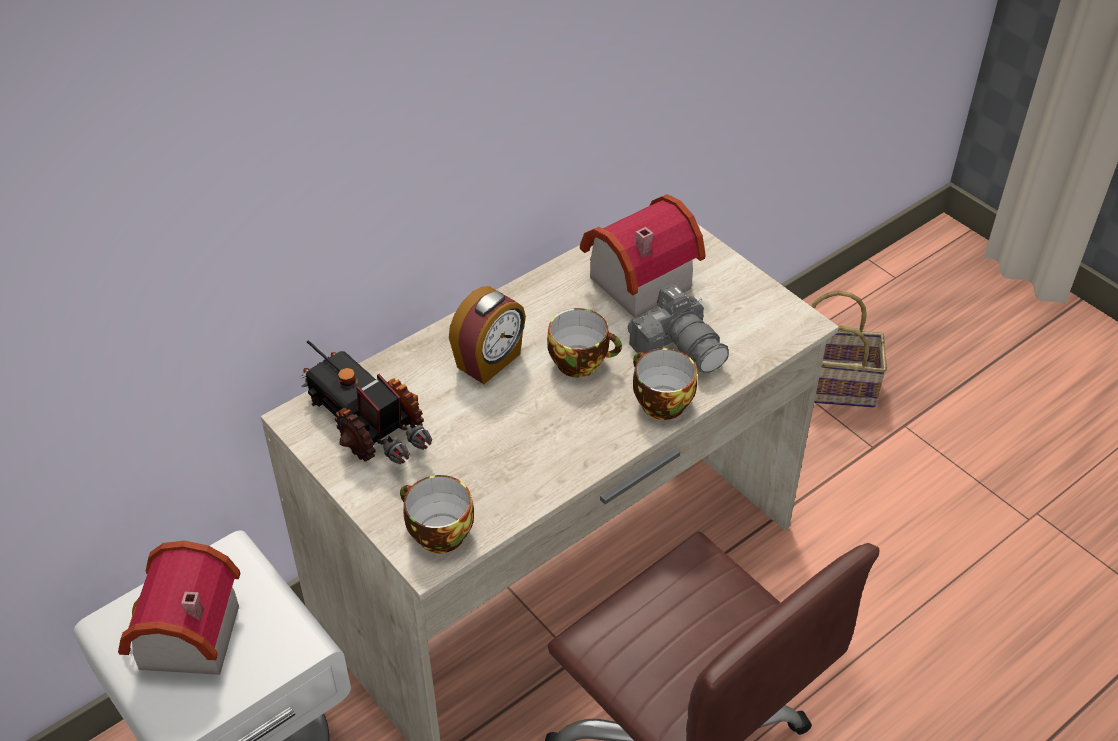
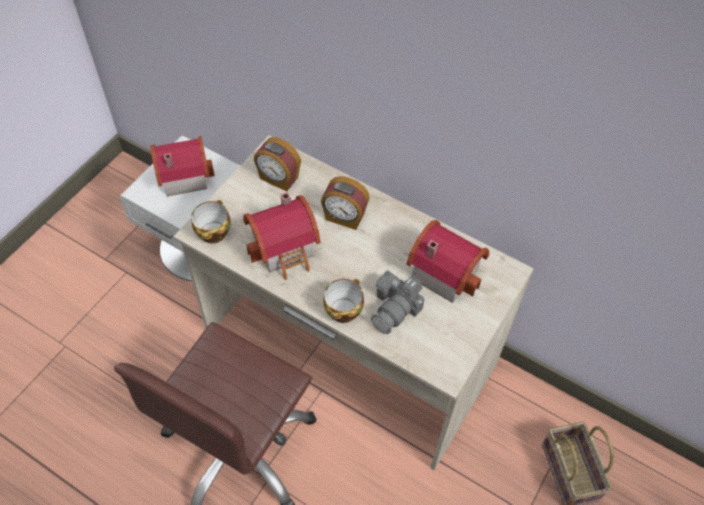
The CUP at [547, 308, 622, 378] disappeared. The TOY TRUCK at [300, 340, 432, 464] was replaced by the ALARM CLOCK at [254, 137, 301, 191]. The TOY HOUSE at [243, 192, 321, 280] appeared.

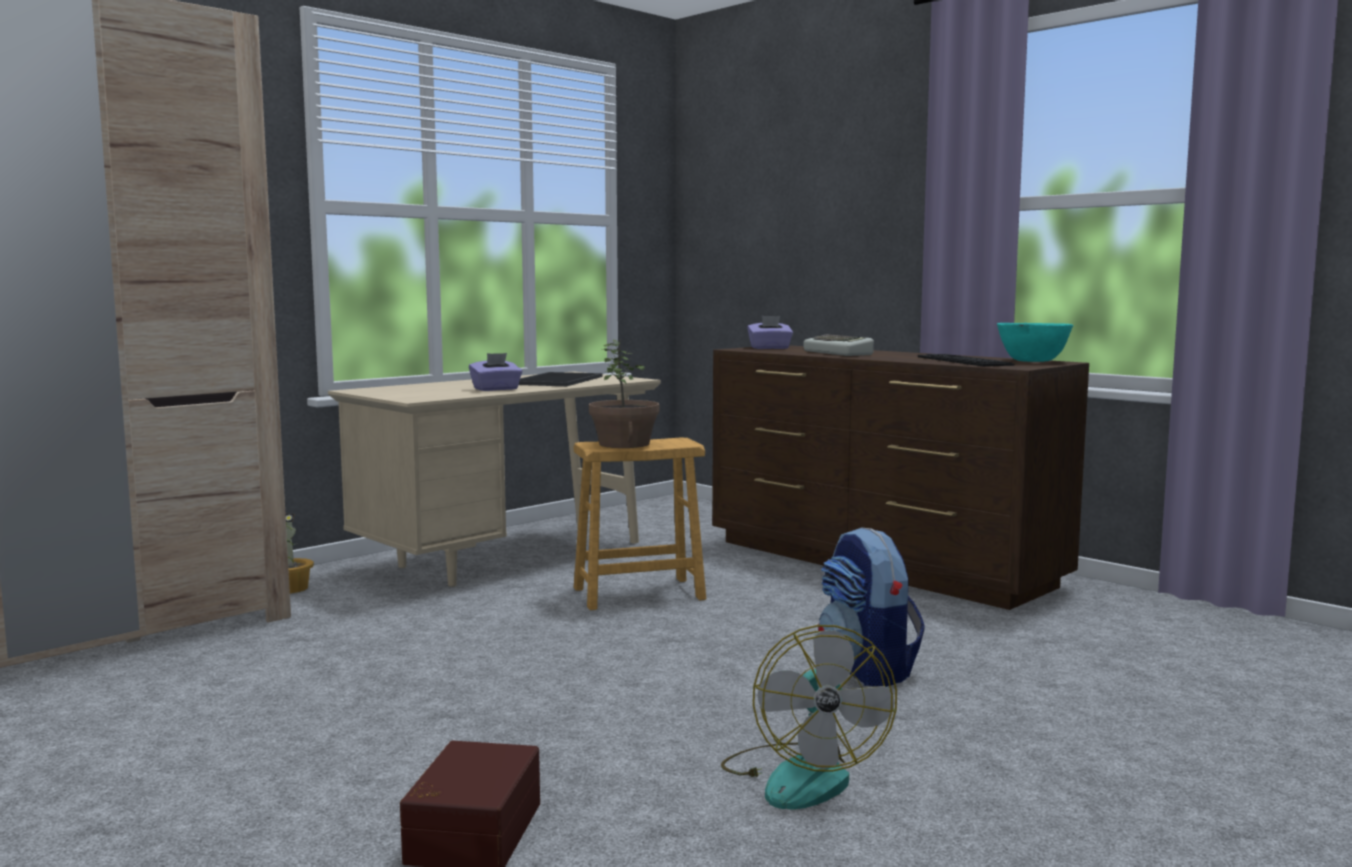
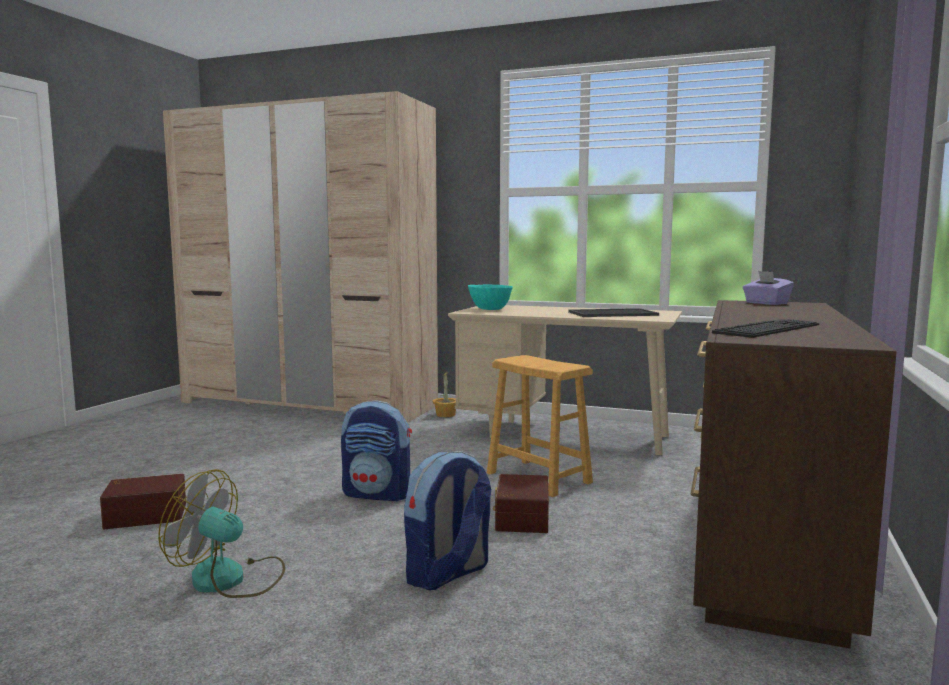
The TURQUOISE BOWL moved from [997, 323, 1073, 362] to [468, 285, 513, 310]. The KEYBOARD at [804, 334, 874, 356] disappeared. The POTTED PLANT at [589, 339, 660, 448] disappeared. The PURPLE TISSUE BOX at [469, 353, 522, 391] disappeared. The FAN at [721, 625, 897, 810] turned 45 degrees clockwise. The BACKPACK at [341, 400, 412, 502] appeared. The BROWN STORAGE BOX at [493, 474, 549, 533] appeared.

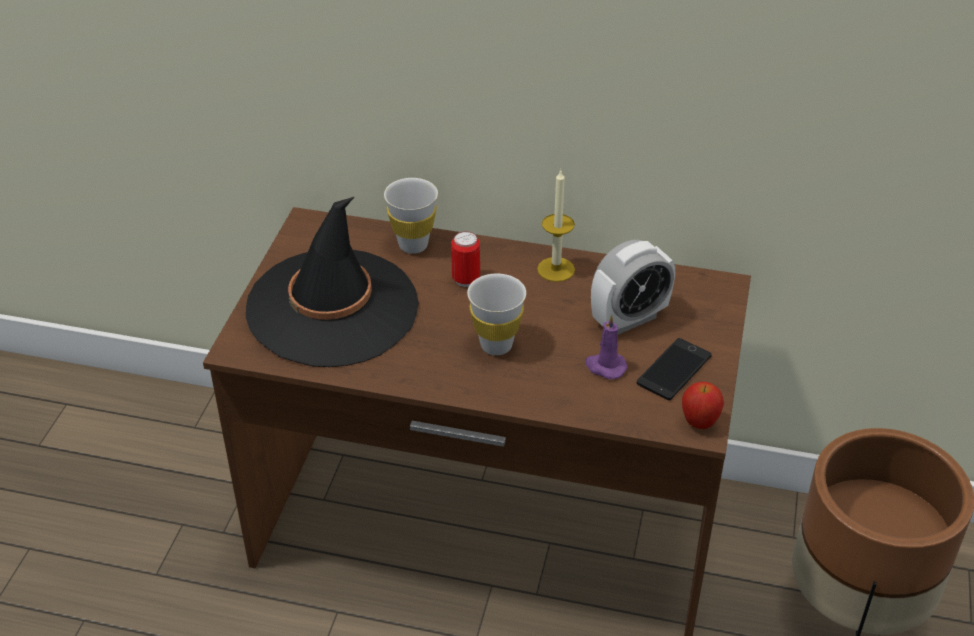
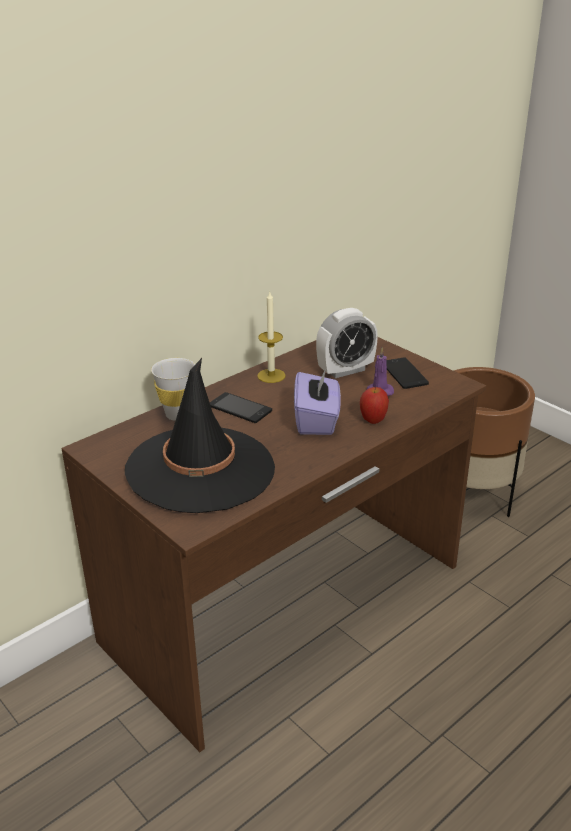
The CAN at [451, 231, 480, 287] was replaced by the PHONE at [210, 392, 272, 423]. The ALARM CLOCK at [591, 240, 675, 335] turned 60 degrees clockwise. The WHITE CUP at [467, 273, 526, 355] was replaced by the PURPLE TISSUE BOX at [294, 368, 341, 435]. The APPLE moved from [682, 382, 724, 429] to [360, 387, 389, 424].

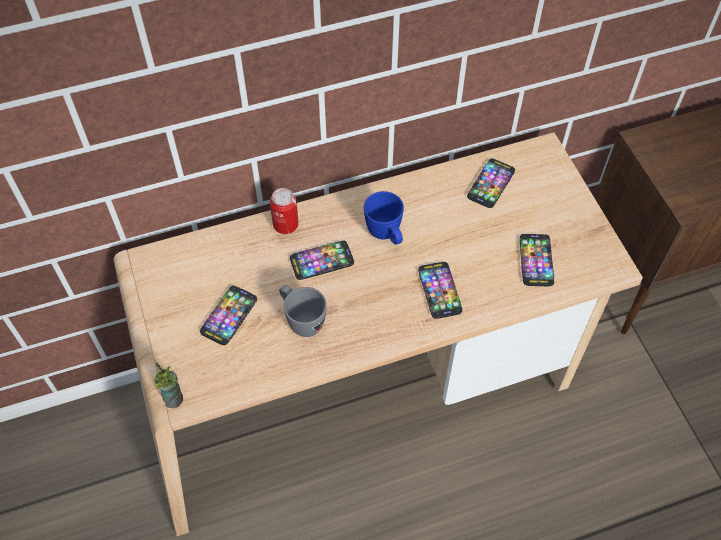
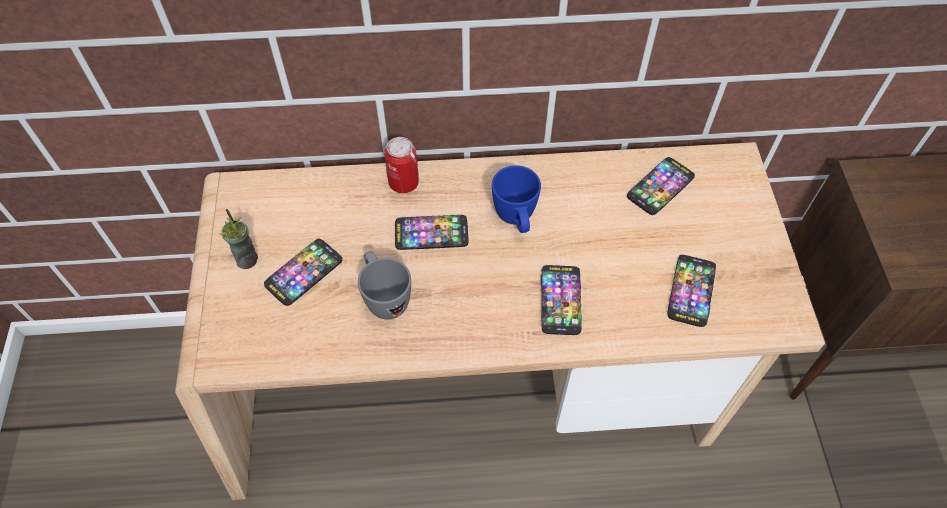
The CUP moved from [154, 362, 183, 408] to [219, 209, 258, 269].

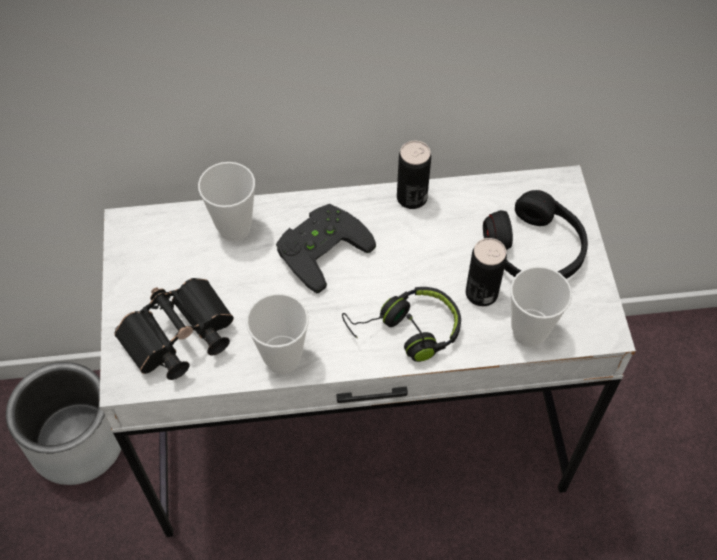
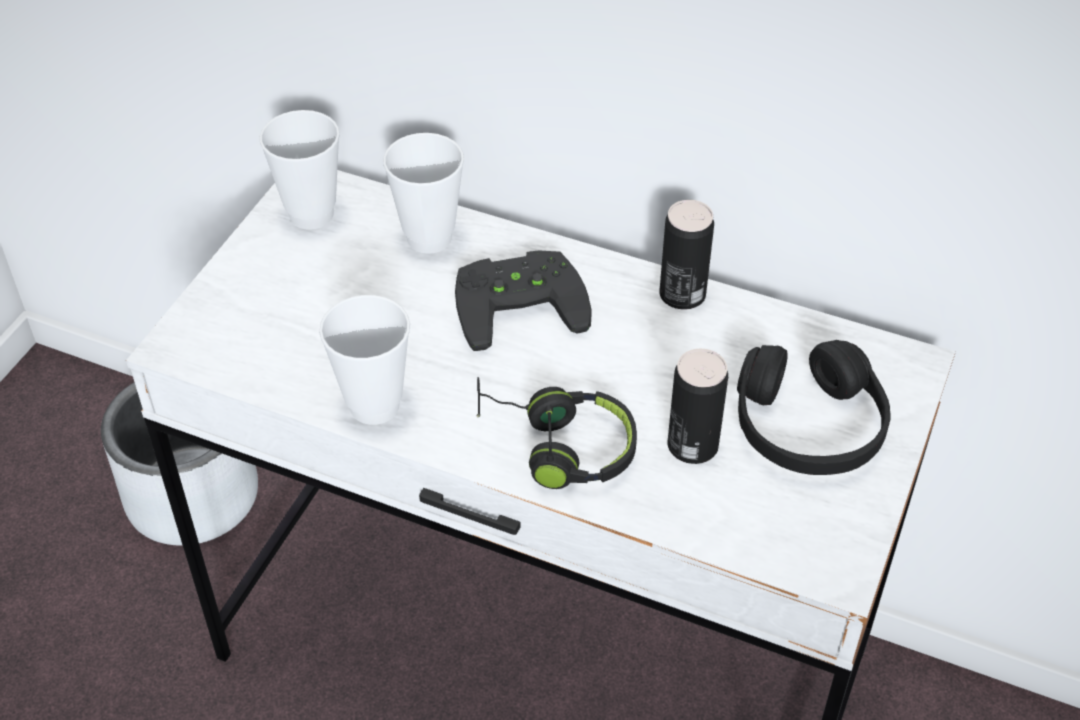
The CUP moved from [510, 266, 572, 347] to [260, 110, 340, 230]. The BLACK BINOCULARS at [114, 278, 234, 380] disappeared.

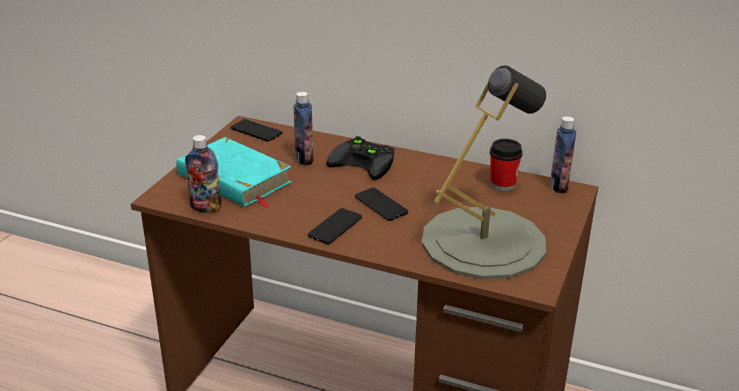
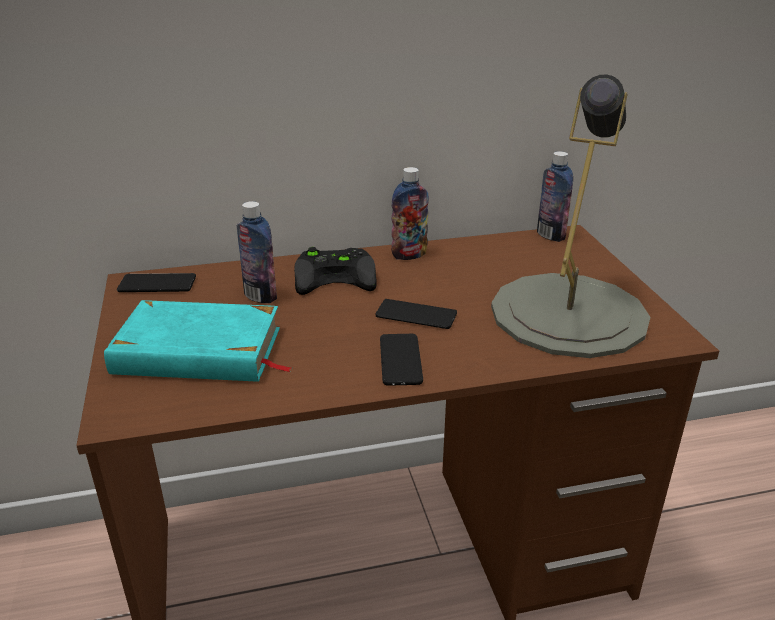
The BOTTLE moved from [185, 135, 222, 213] to [391, 167, 429, 260]. The CUP at [490, 139, 523, 191] disappeared.

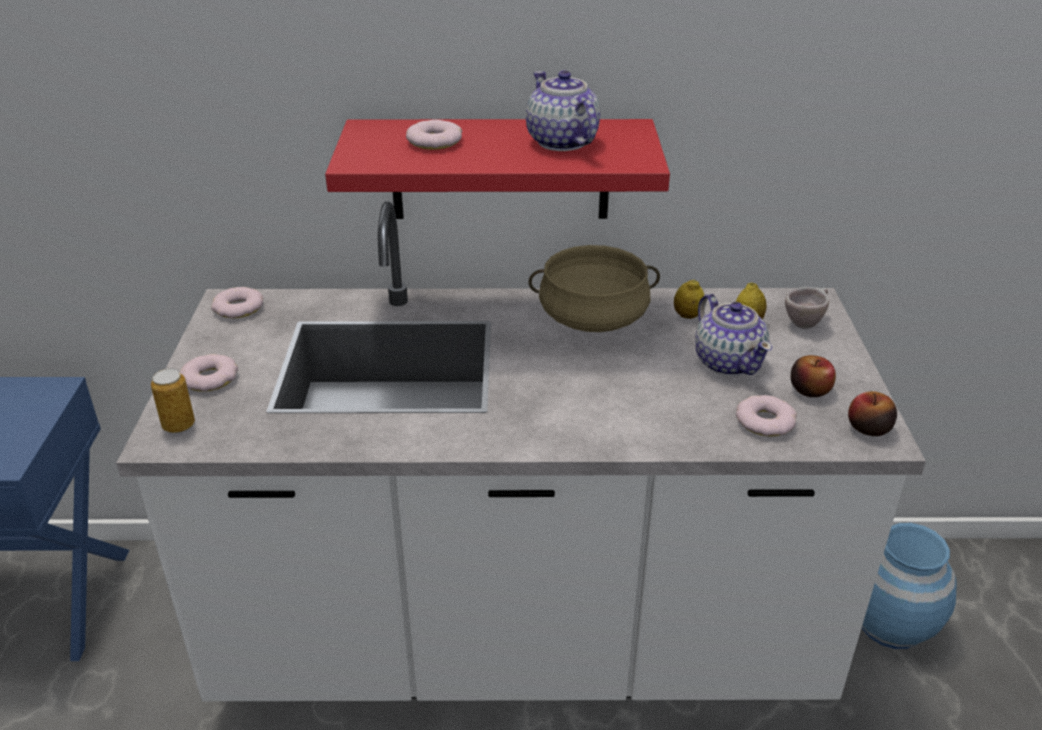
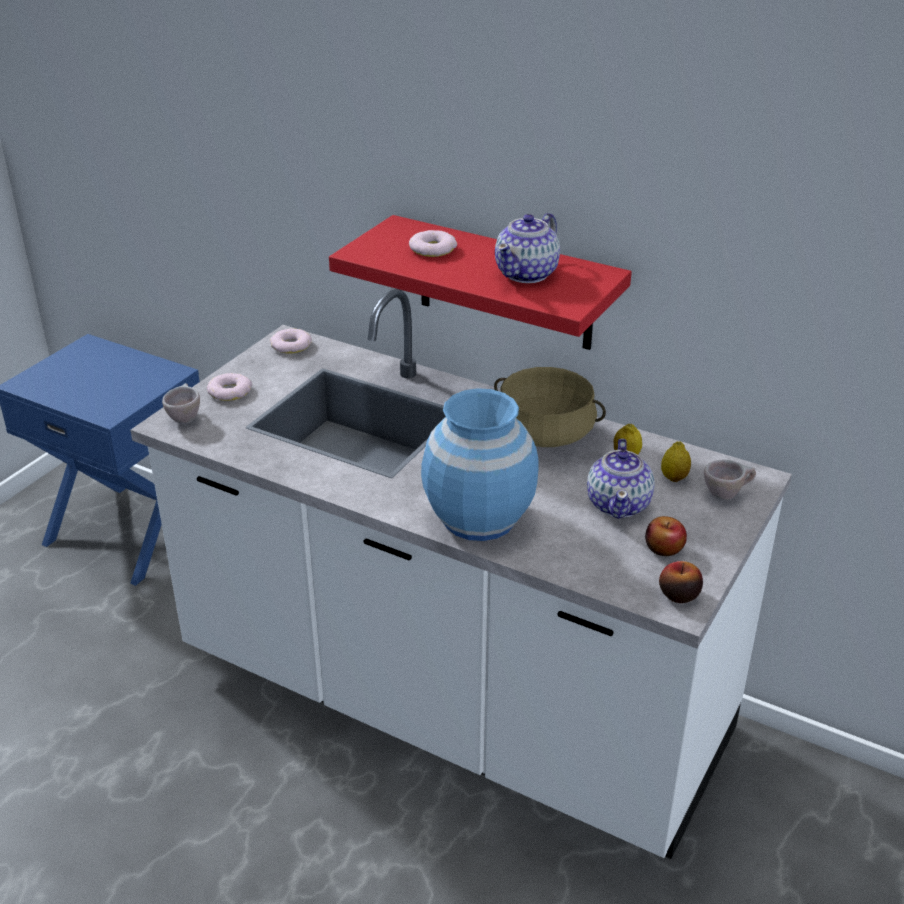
The TEAPOT at [526, 70, 600, 151] turned 150 degrees counterclockwise. The CAN at [151, 368, 195, 433] was replaced by the BEIGE CUP at [162, 383, 200, 424]. The DONUT at [736, 395, 797, 436] disappeared. The BLUE VASE moved from [862, 523, 957, 649] to [421, 388, 538, 541].

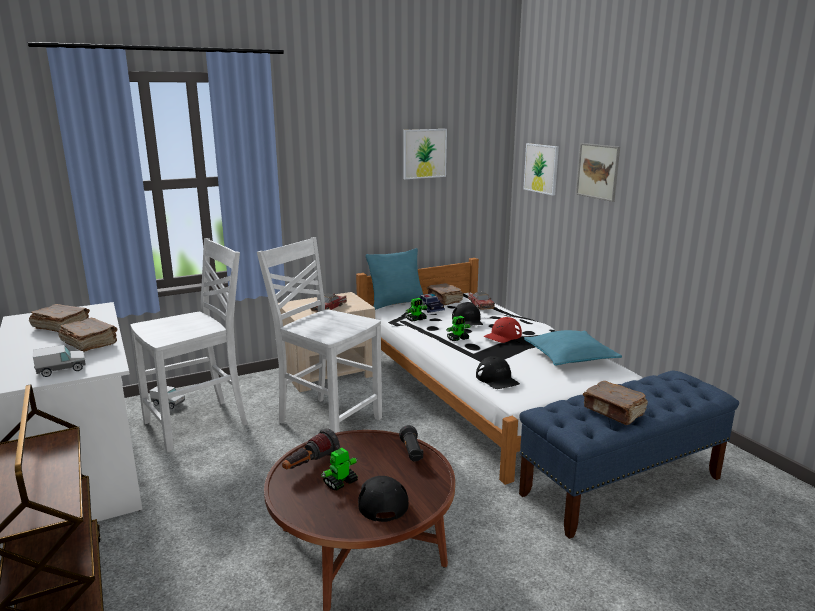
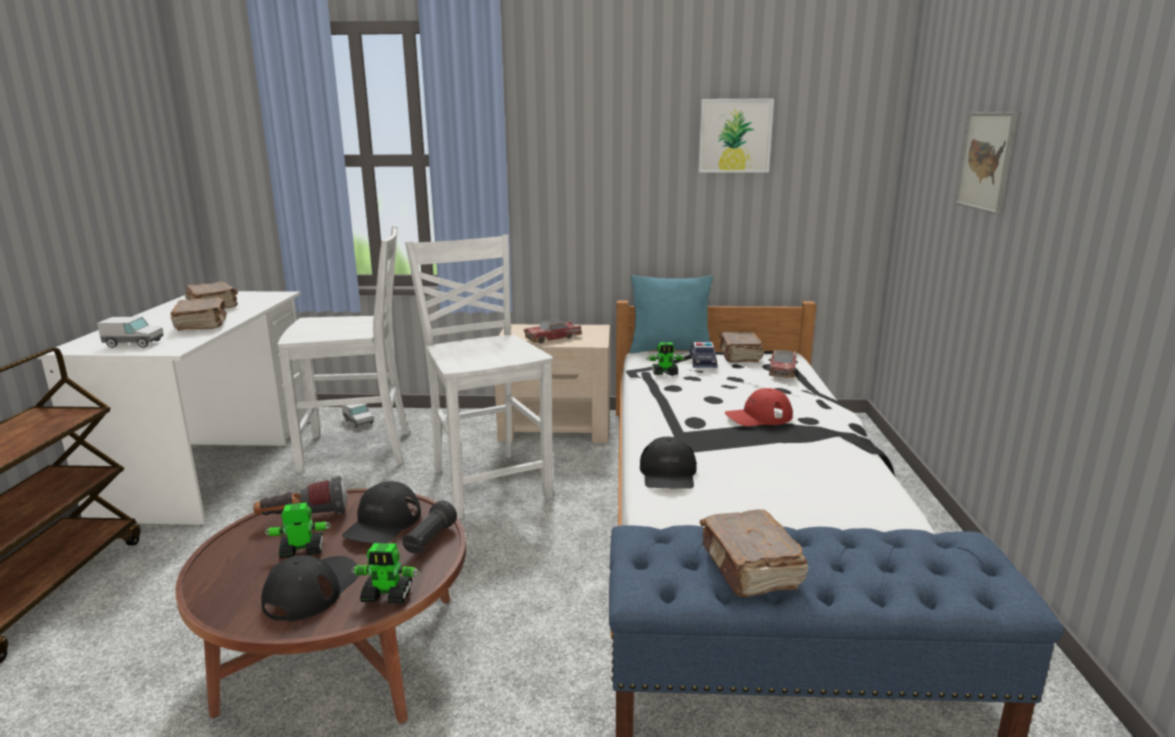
The PICTURE at [523, 143, 559, 195] disappeared. The BLACK CAP moved from [452, 303, 483, 326] to [342, 481, 421, 543]. The TOY ROBOT moved from [446, 316, 471, 341] to [351, 543, 420, 604]. The TURQUOISE PILLOW at [524, 330, 622, 366] disappeared.

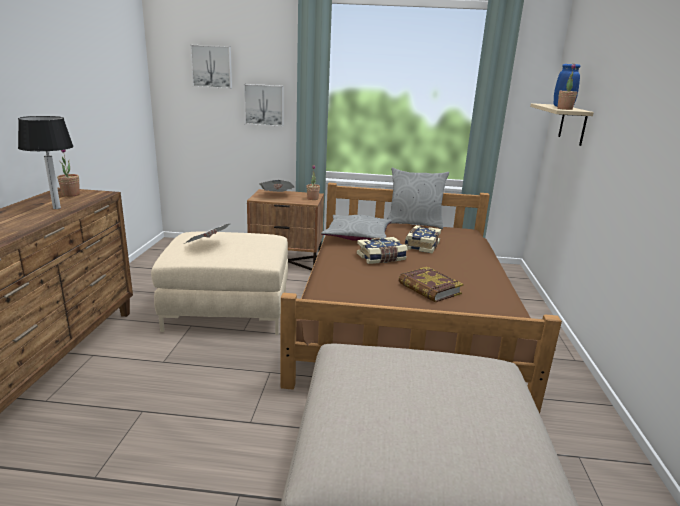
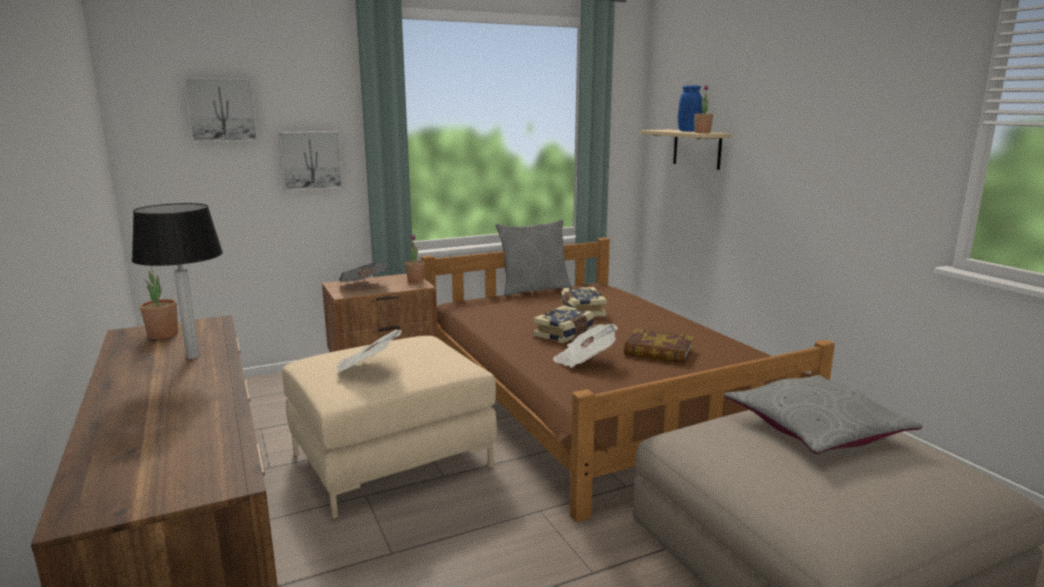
The GREY PILLOW moved from [321, 215, 392, 241] to [724, 375, 923, 454]. The NEWSPAPER at [553, 324, 618, 368] appeared.

